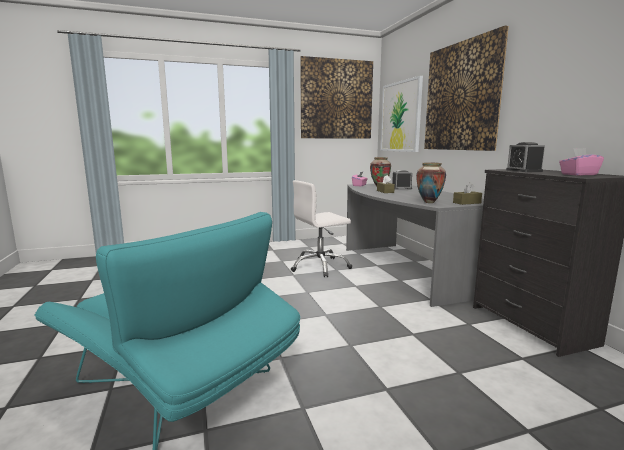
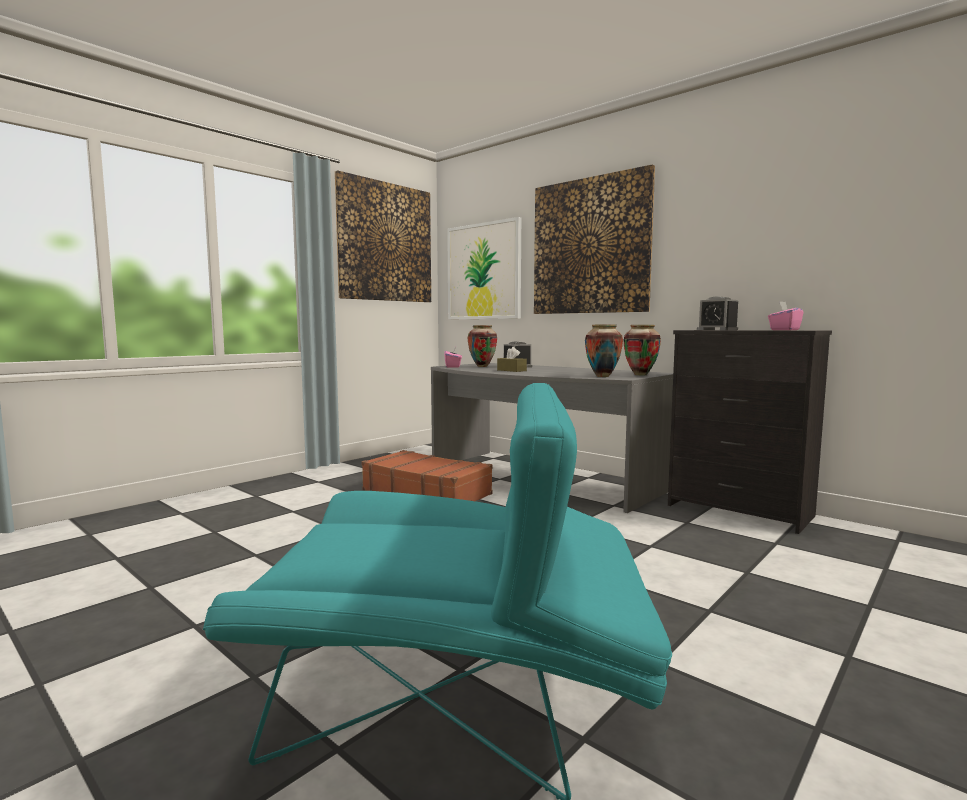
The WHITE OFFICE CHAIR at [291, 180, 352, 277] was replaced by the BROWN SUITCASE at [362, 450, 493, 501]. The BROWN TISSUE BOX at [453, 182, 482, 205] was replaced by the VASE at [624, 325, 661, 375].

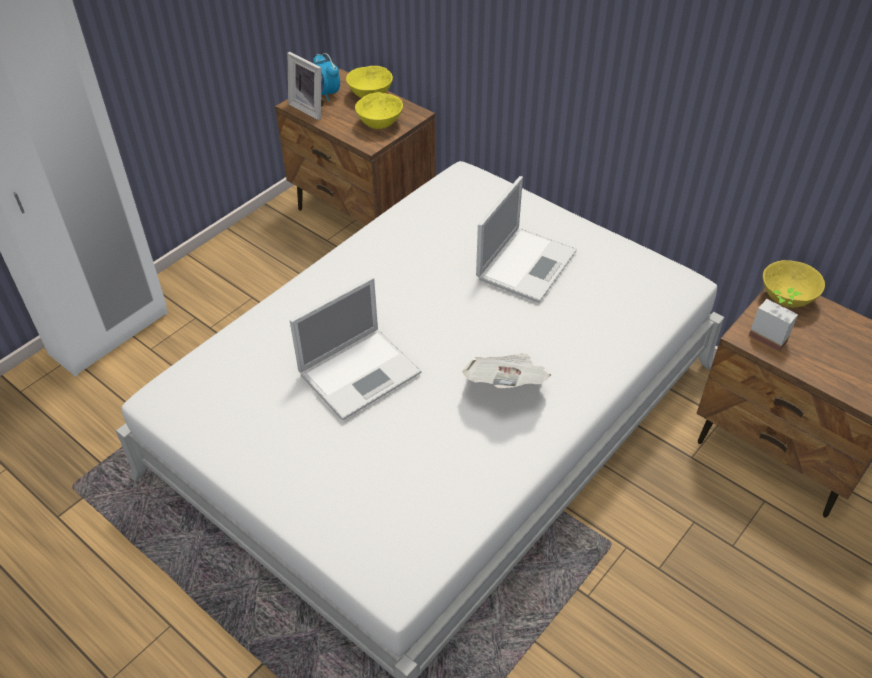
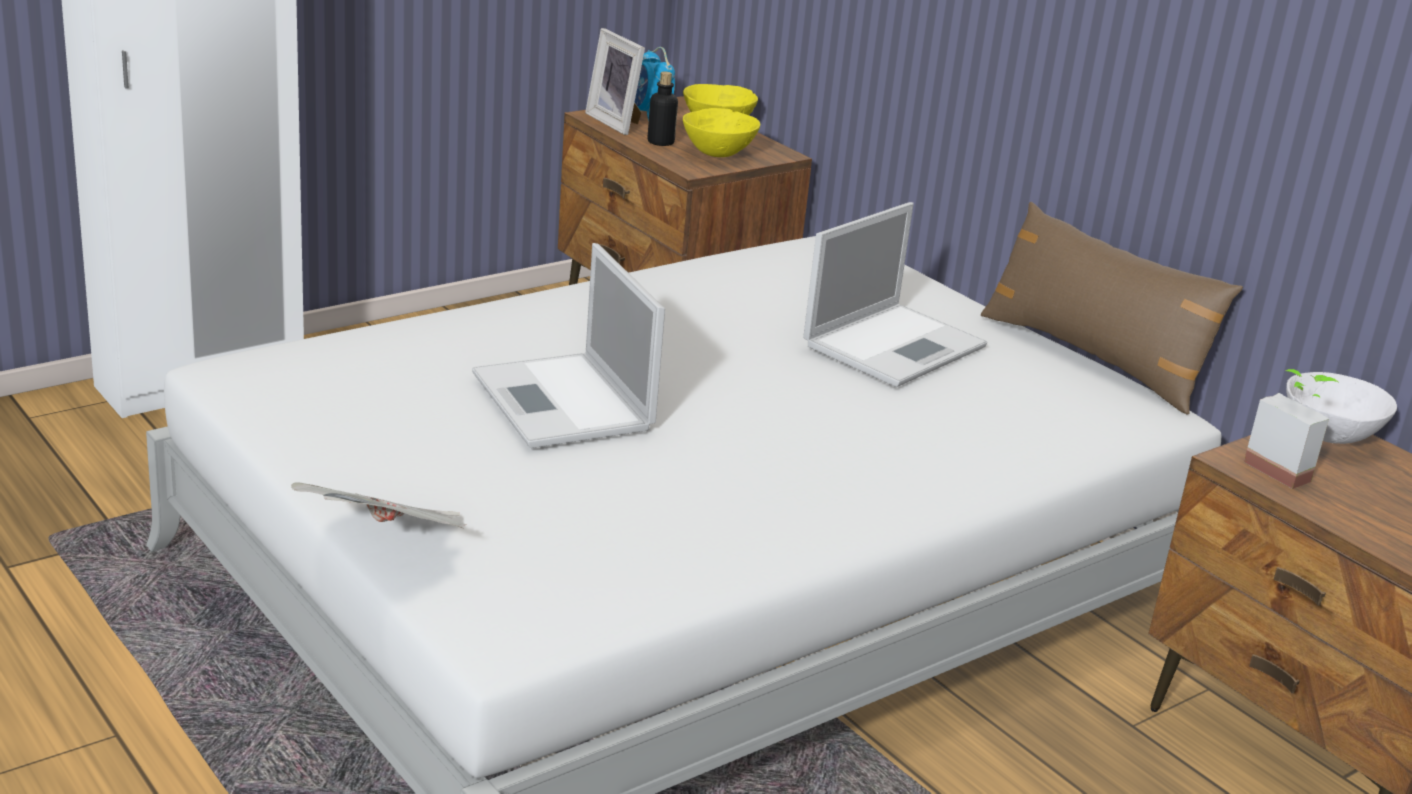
The YELLOW BOWL at [763, 260, 825, 308] became the WHITE BOWL at [1286, 372, 1397, 444]. The LAPTOP at [290, 277, 422, 420] turned 90 degrees clockwise. The NEWSPAPER moved from [462, 353, 552, 388] to [291, 482, 466, 528]. The BOTTLE at [647, 71, 678, 146] appeared. The BROWN PILLOW at [981, 202, 1243, 414] appeared.

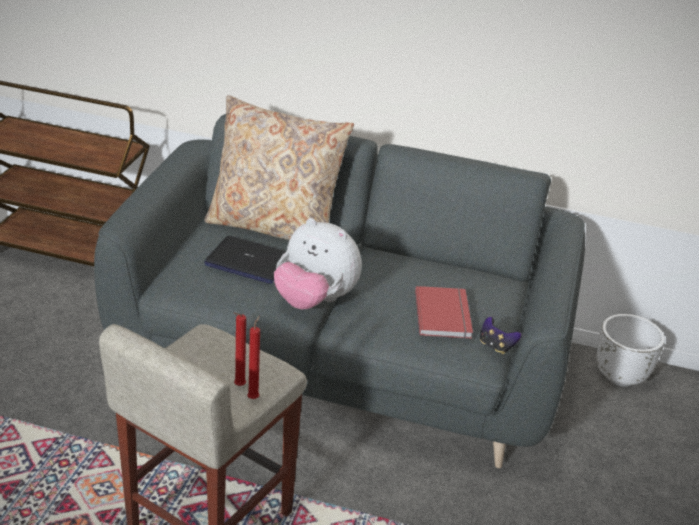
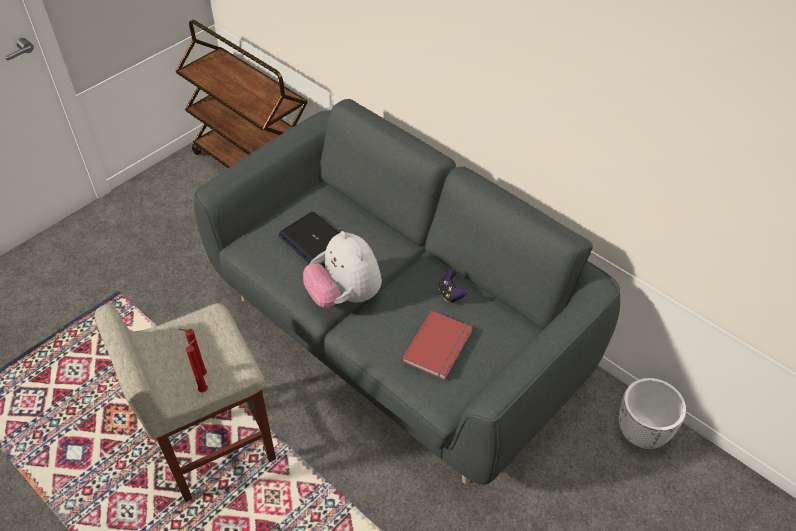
The BEIGE PILLOW at [204, 95, 354, 240] disappeared. The GAME CONTROLLER moved from [480, 317, 522, 354] to [438, 269, 468, 303].

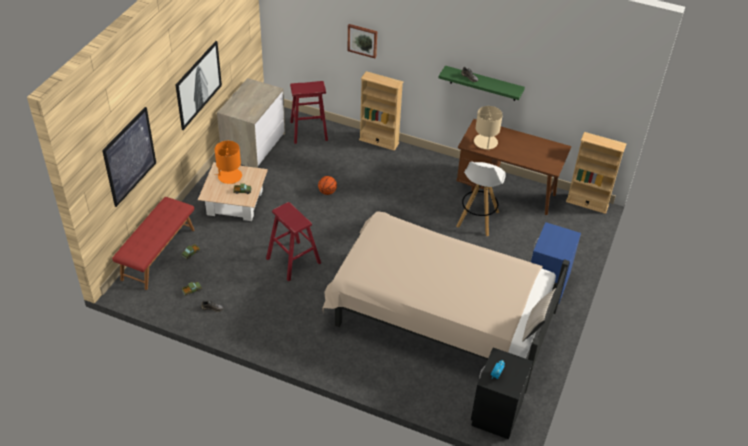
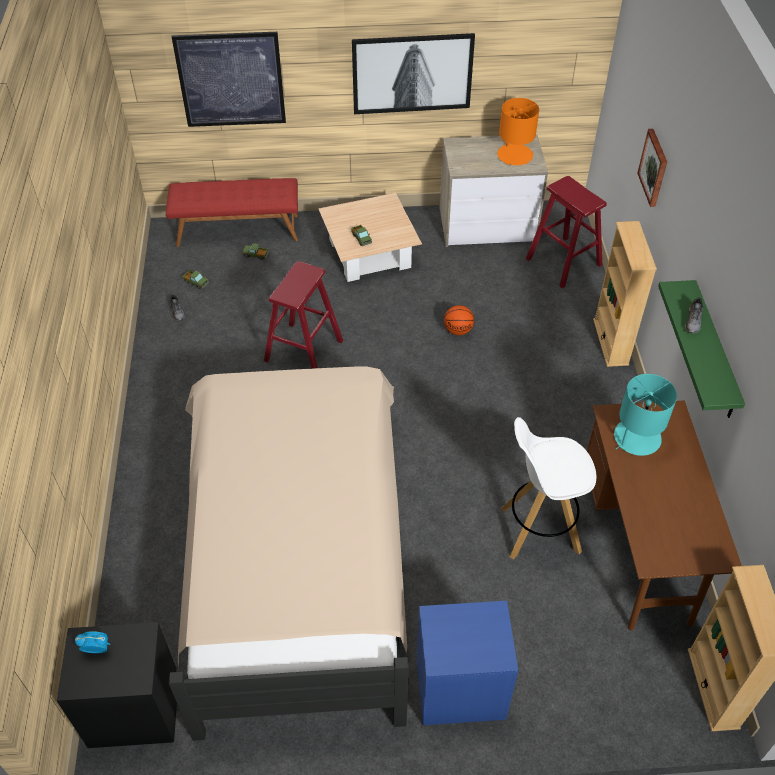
The BEIGE TABLE LAMP at [474, 106, 503, 150] became the TURQUOISE TABLE LAMP at [614, 374, 677, 456]. The ORANGE TABLE LAMP moved from [214, 141, 242, 184] to [497, 98, 539, 165]. The BEIGE PILLOW at [522, 288, 556, 341] disappeared.

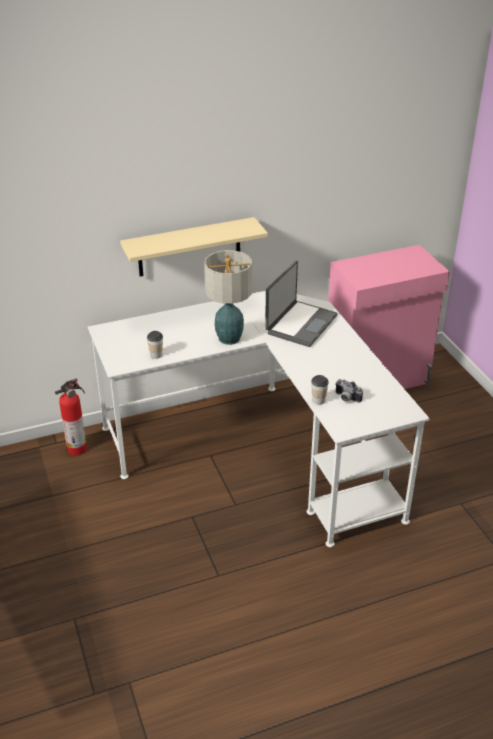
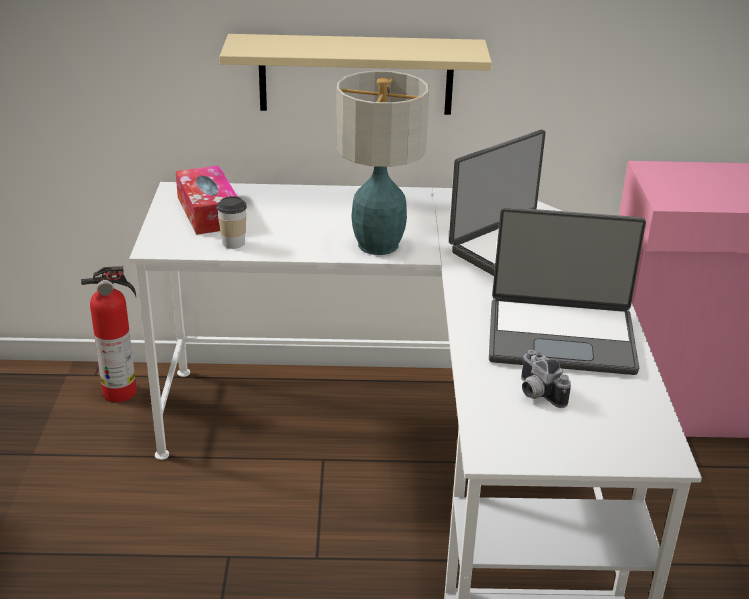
The CUP at [311, 375, 329, 405] disappeared. The TISSUE BOX at [176, 165, 238, 235] appeared. The LAPTOP at [489, 207, 646, 375] appeared.

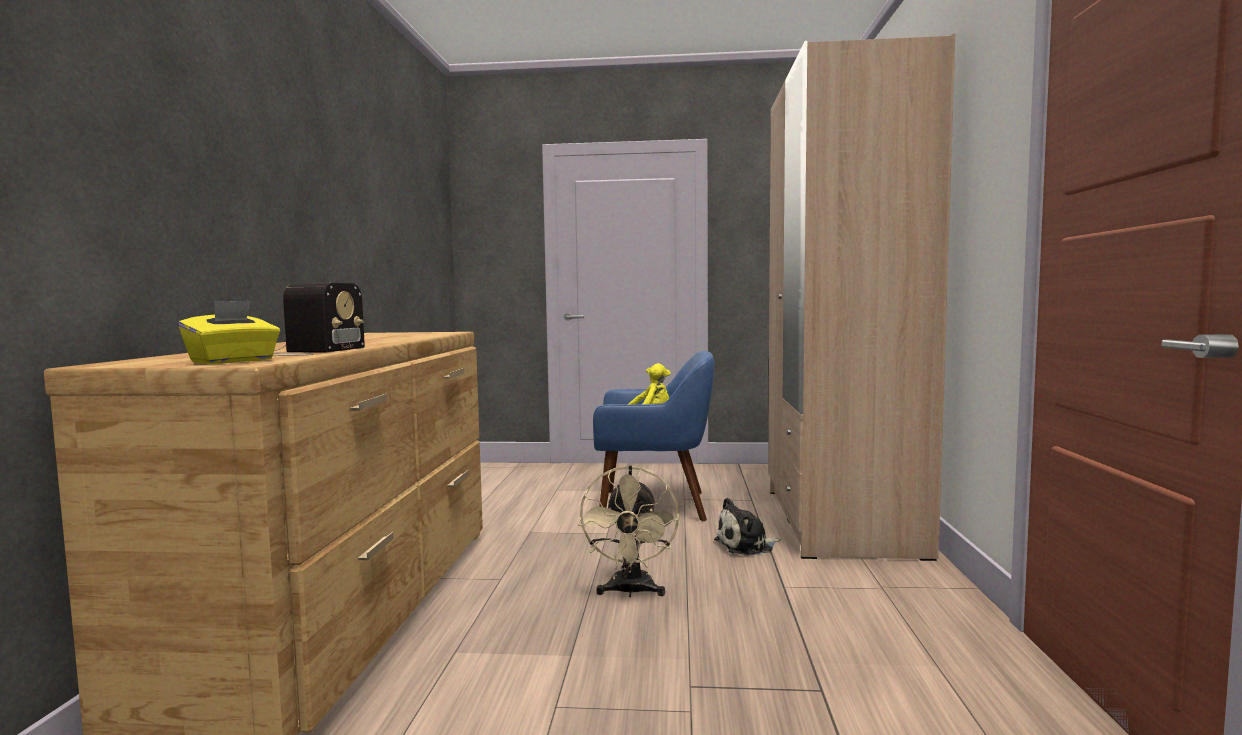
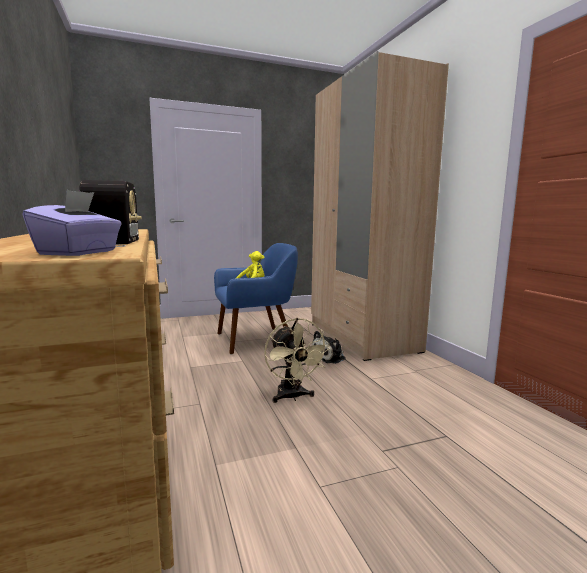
The YELLOW TISSUE BOX at [178, 300, 280, 364] became the PURPLE TISSUE BOX at [22, 190, 122, 256].

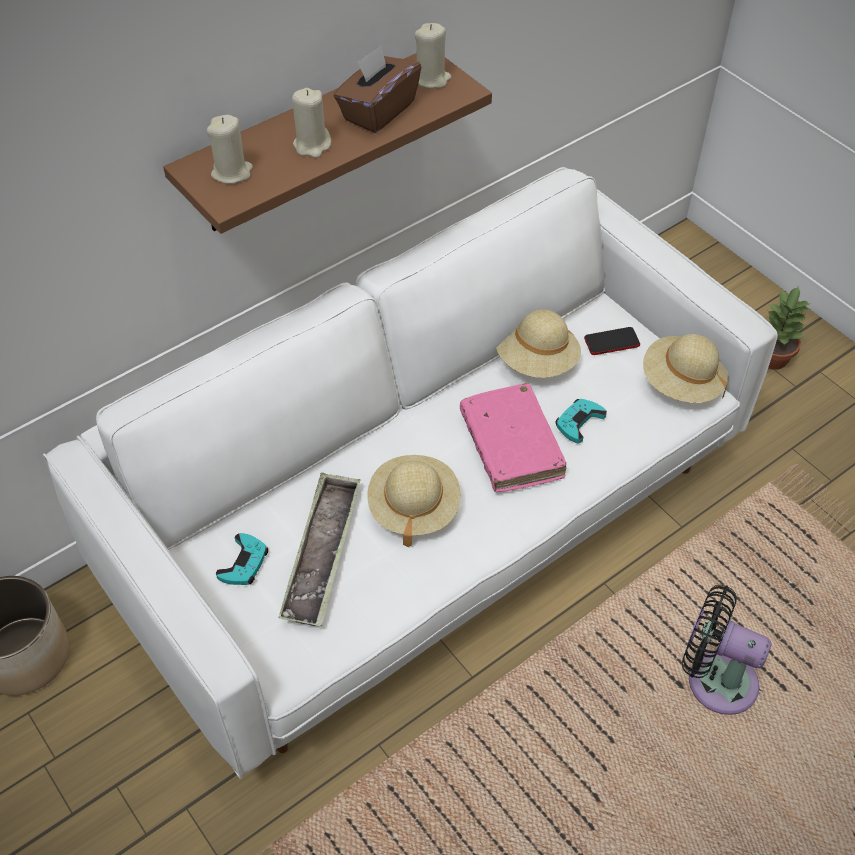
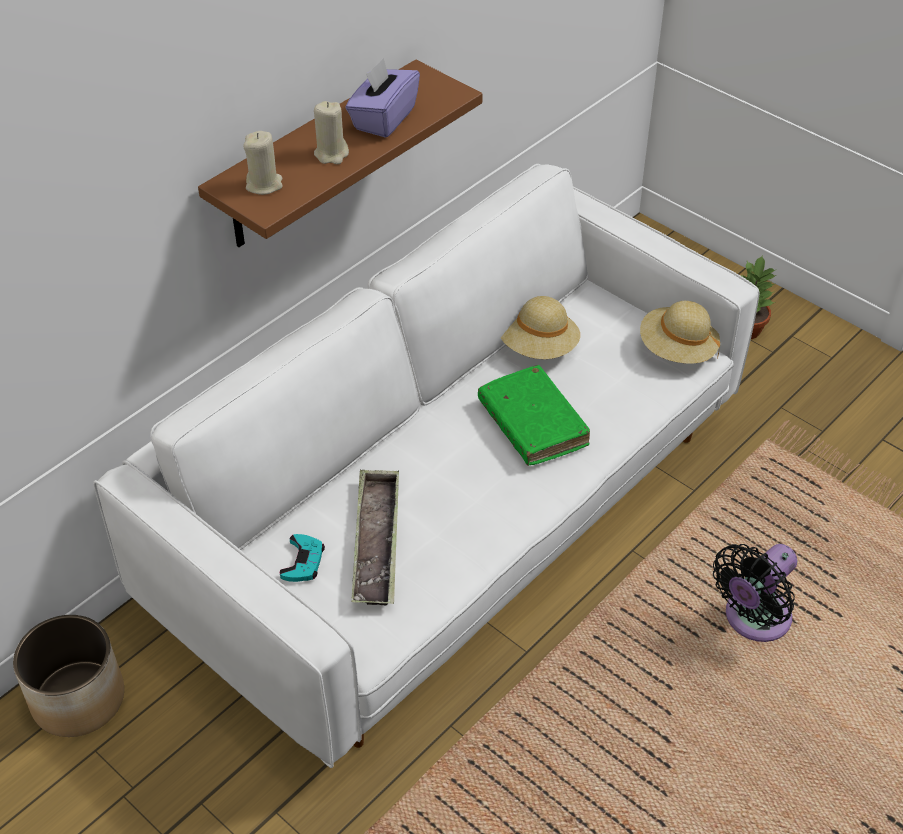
The BEIGE CANDLE at [415, 23, 451, 88] disappeared. The BROWN TISSUE BOX at [334, 45, 421, 133] became the PURPLE TISSUE BOX at [346, 58, 420, 138]. The PHONE at [584, 327, 640, 355] disappeared. The PINK BOOK at [460, 383, 566, 492] became the GREEN BOOK at [478, 365, 590, 466]. The TURQUOISE GAME CONTROLLER at [556, 399, 607, 444] disappeared. The BEIGE HAT at [367, 455, 460, 547] disappeared. The BLACK FAN at [682, 585, 772, 715] turned 60 degrees counterclockwise.

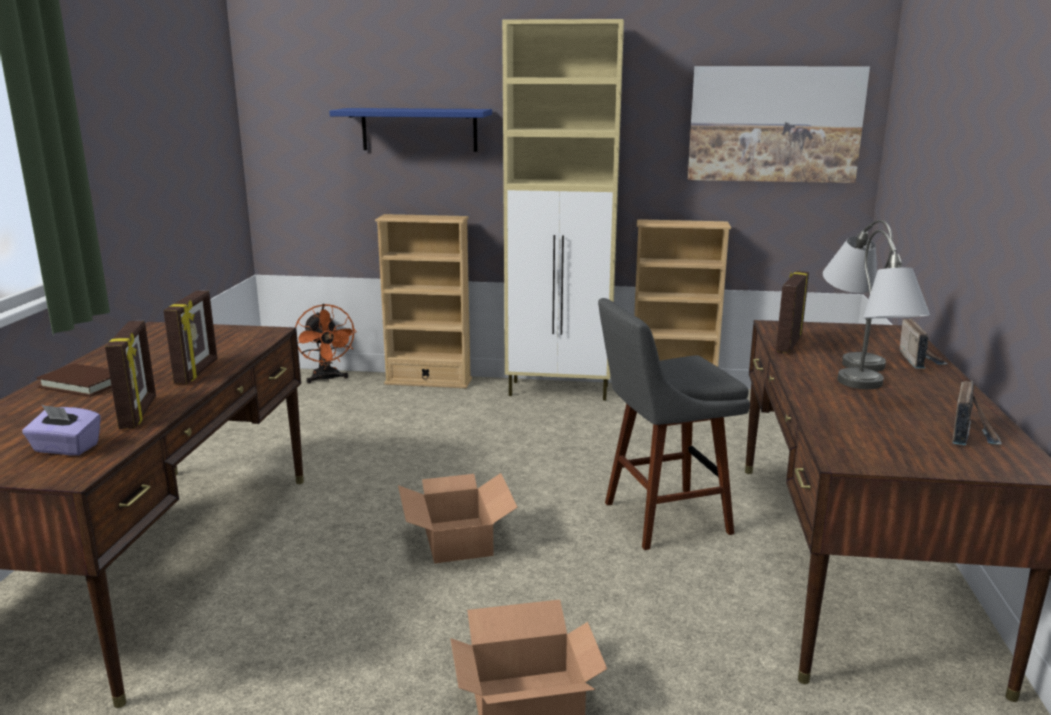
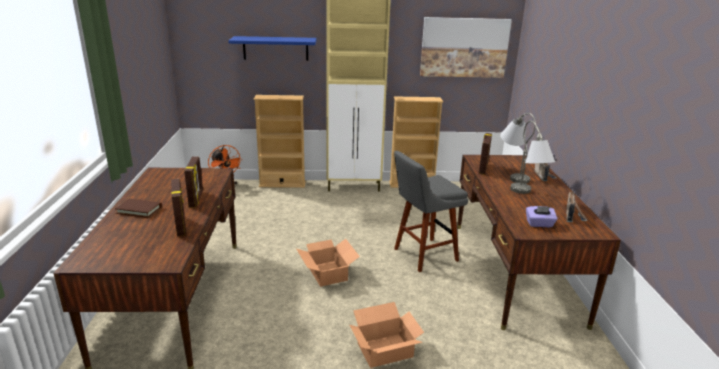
The PURPLE TISSUE BOX moved from [22, 405, 101, 456] to [526, 206, 558, 227].

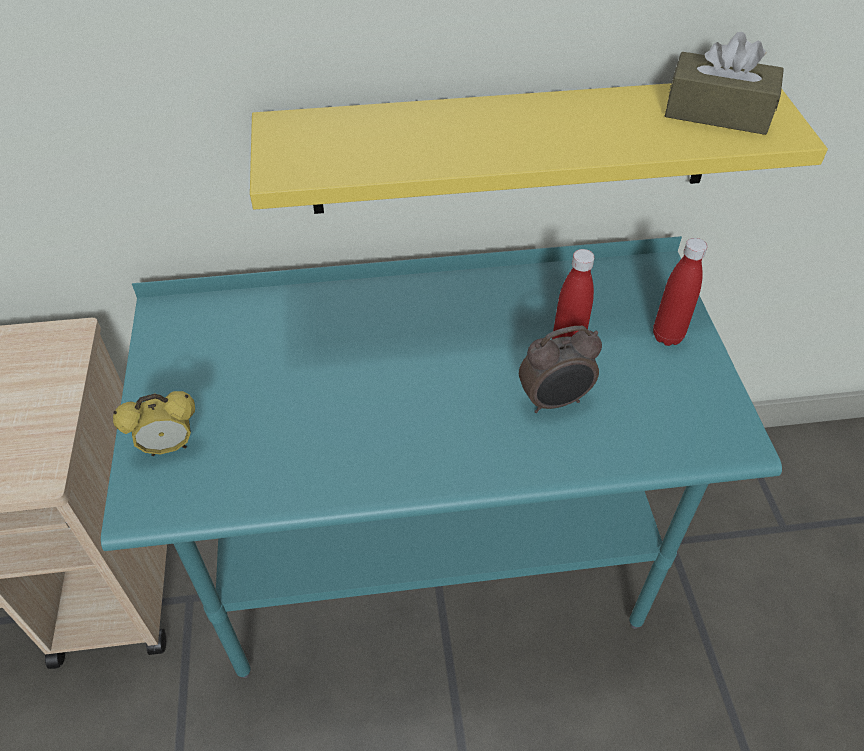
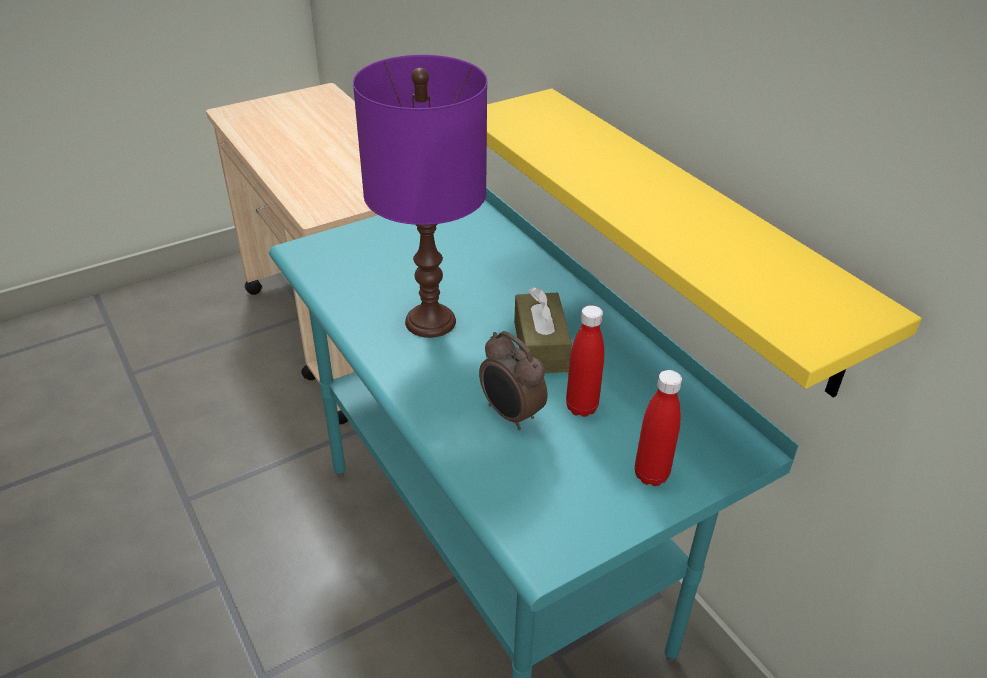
The BROWN TISSUE BOX moved from [665, 32, 784, 135] to [514, 287, 572, 373]. The ALARM CLOCK at [113, 391, 195, 456] disappeared. The PURPLE TABLE LAMP at [353, 55, 487, 338] appeared.

